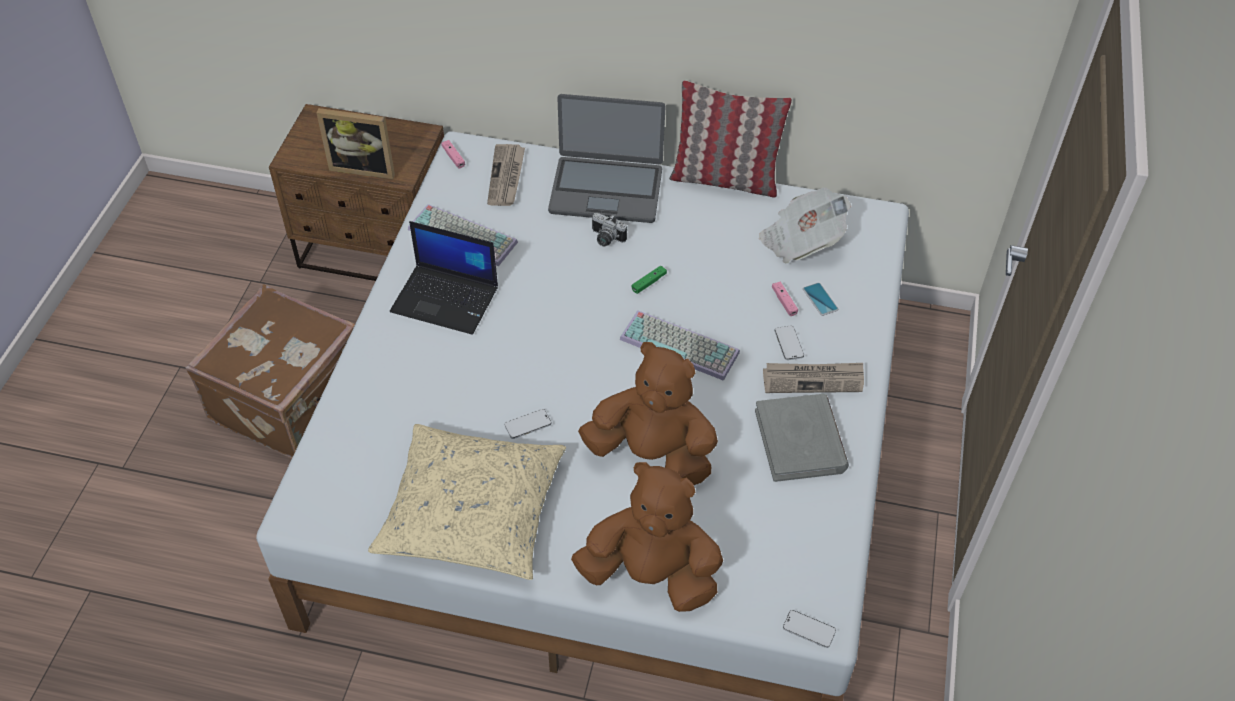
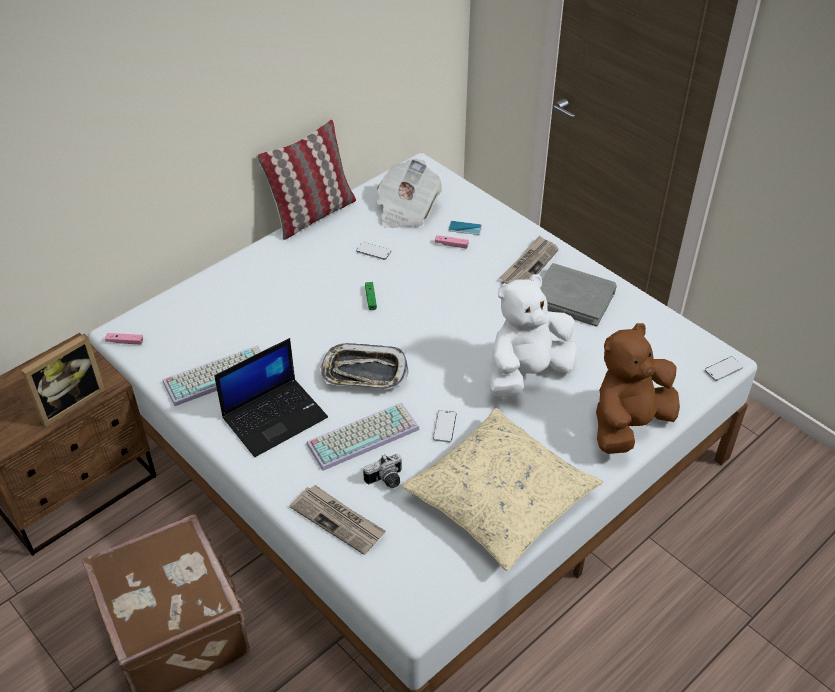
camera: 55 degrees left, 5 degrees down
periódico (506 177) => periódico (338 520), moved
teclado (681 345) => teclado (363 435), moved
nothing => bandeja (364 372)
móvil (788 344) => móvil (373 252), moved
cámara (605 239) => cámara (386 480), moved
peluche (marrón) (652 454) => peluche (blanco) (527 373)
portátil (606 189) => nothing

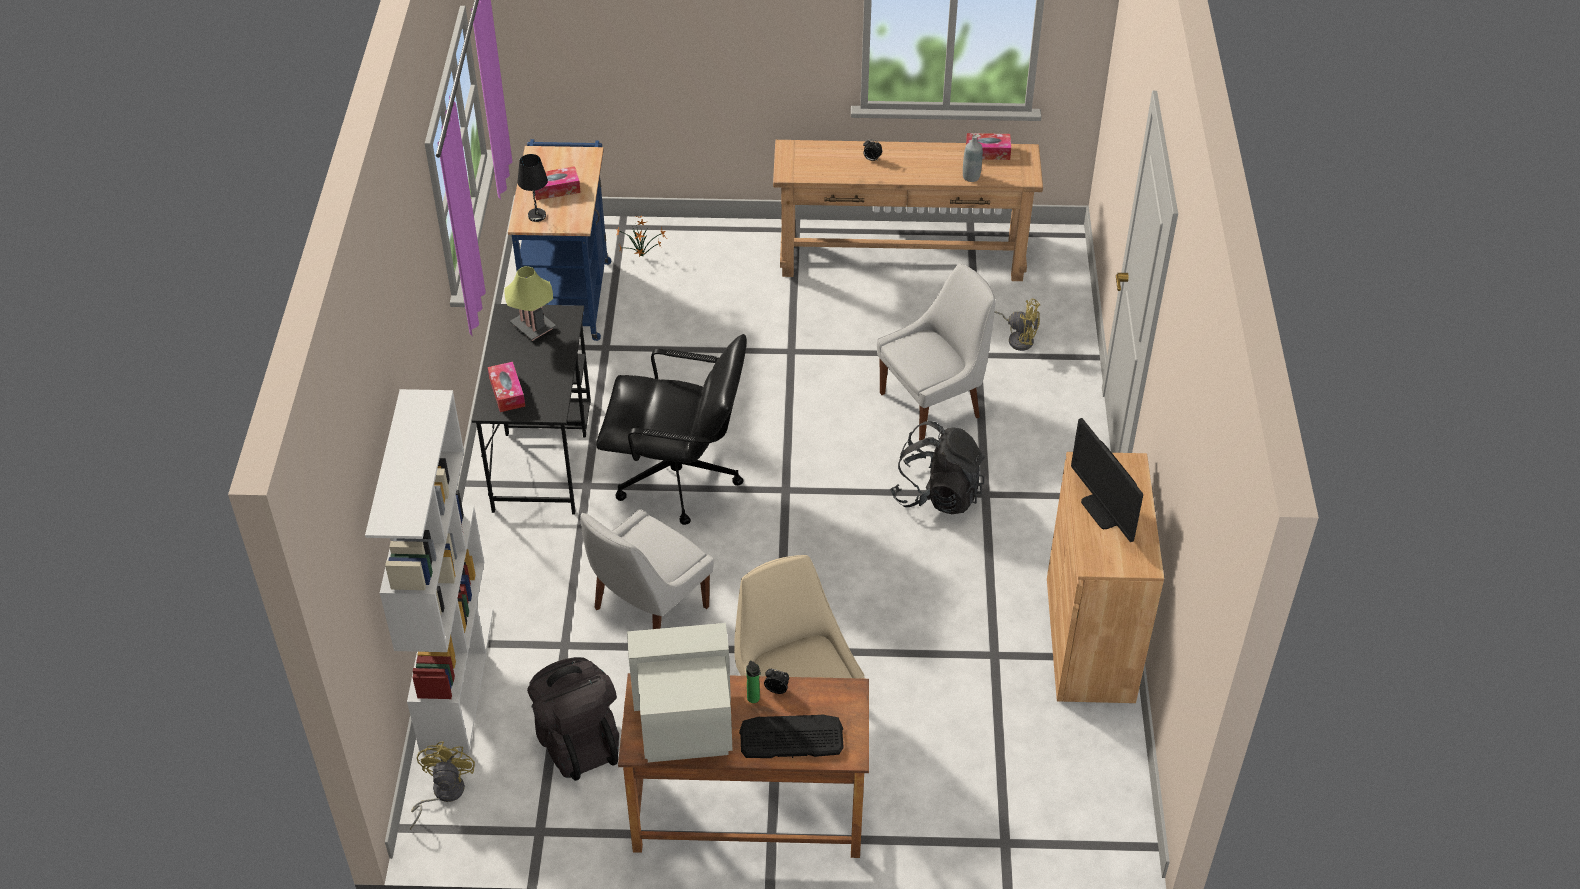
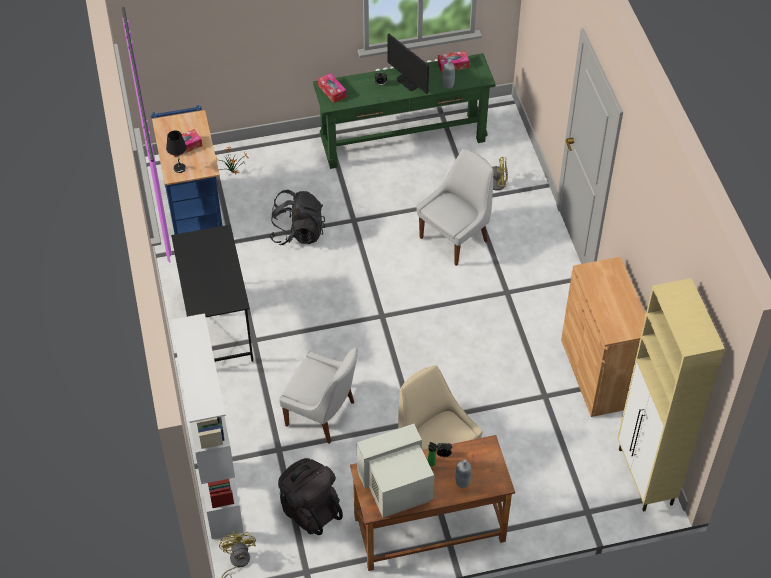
camera: 15 degrees left, 5 degrees up
mochila (negro) (937 494) => mochila (negro) (297 232), moved
silla (blanco) (648 610) => silla (blanco) (323 415), 90 degrees counterclockwise
mesa consola (marrón) (902 258) => mesa consola (verde) (403 141)
caja de pañuelos (507 392) => caja de pañuelos (332 91), moved
monitor (1103 510) => monitor (409 81), moved
teclado (791 737) => botella (gris) (462 482)
nothing => armario (beis) (645 478)
lámpara de mesa (533 327) => nothing
silla de oficina (negro) (679 479) => nothing

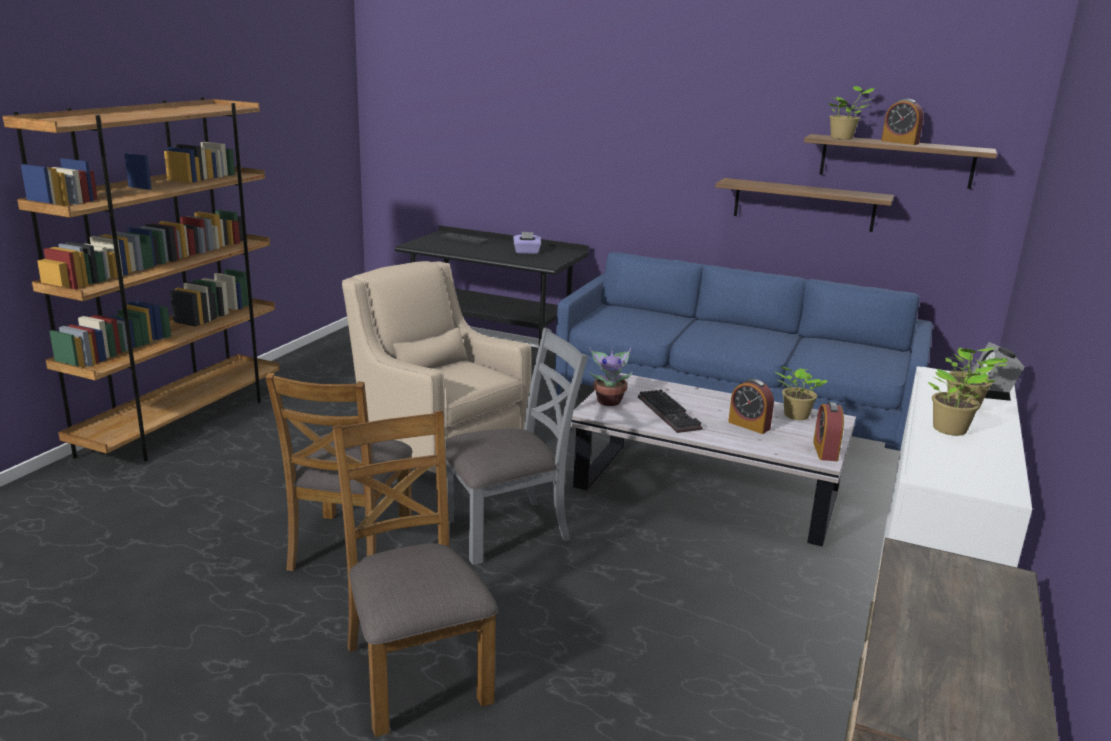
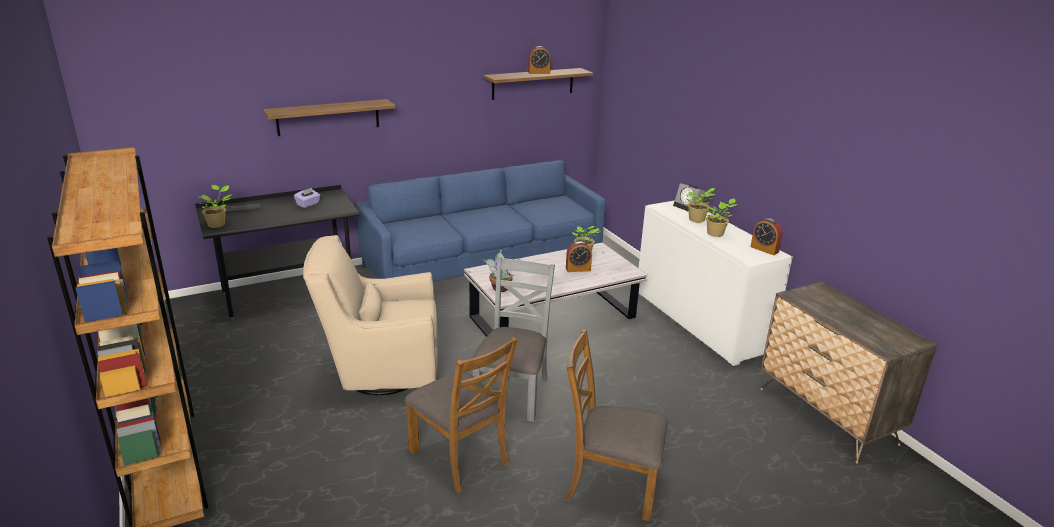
camera: 50 degrees left, 5 degrees up
planta en maceta (843 138) => planta en maceta (217 224), moved
estante (804 204) => estante (328 117), moved
despertador (825 451) => despertador (764 249), moved
teclado (671 413) => nothing

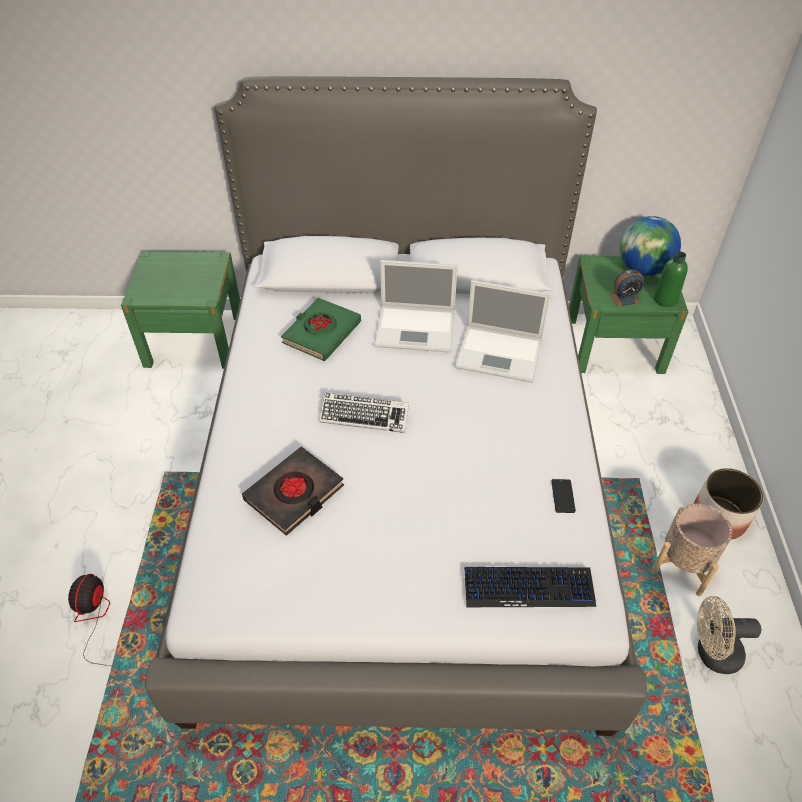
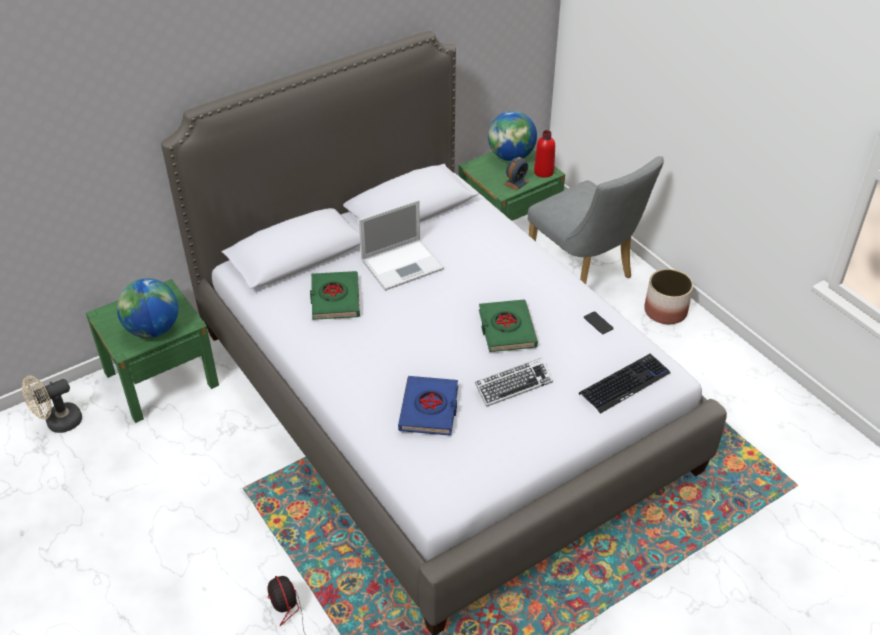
camera: 35 degrees left, 5 degrees down
ventilador (beis) (711 653) => ventilador (beis) (58 423), moved
nothing => globo terráqueo (153 329)
libro (negro) (294 494) => libro (azul) (429 409)
teclado (364 416) => teclado (513 385), moved
nothing => libro (verde) (506 329)
nothing => silla (gris) (584 274)
botella (verde) (665 299) => botella (rojo) (543 172)
portátil (501 354) => nothing
maceta (beis) (682 565) => nothing

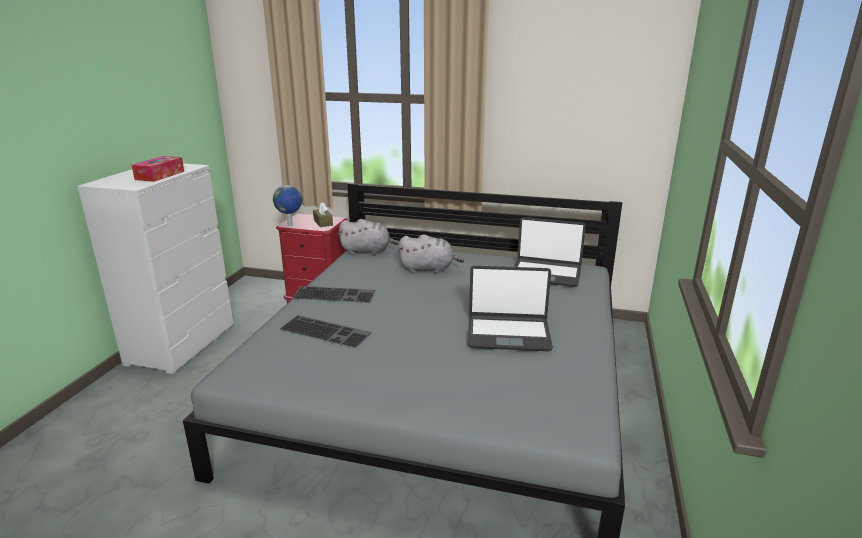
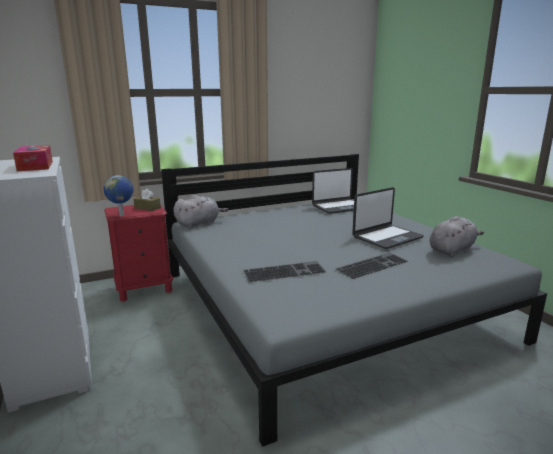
camera: 40 degrees left, 5 degrees down
teclado (335 294) => teclado (372 265), moved
peluche (gris) (428 269) => peluche (gris) (452 250), moved

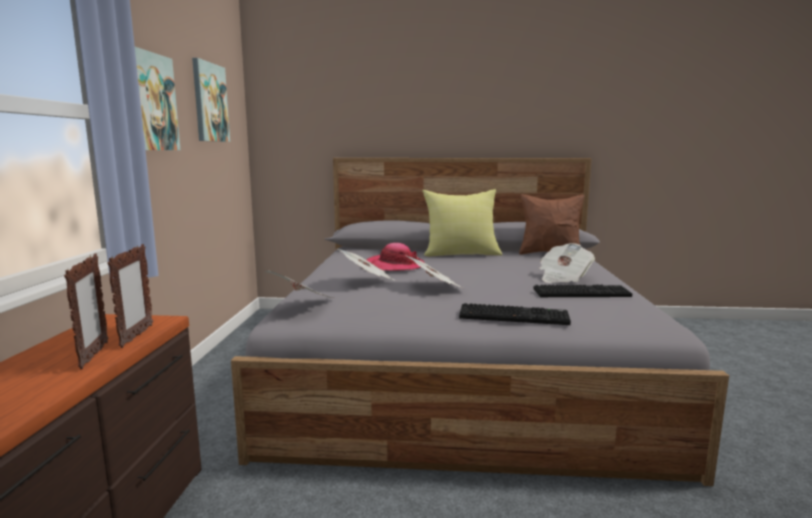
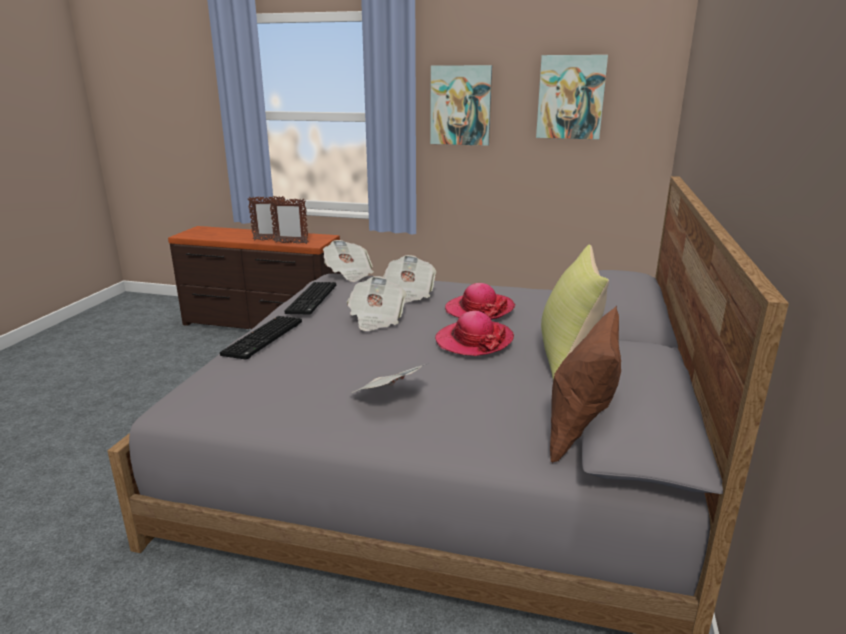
camera: 100 degrees right, 10 degrees up
teclado (582 292) => teclado (313 299), moved
nothing => sombrero (473 341)

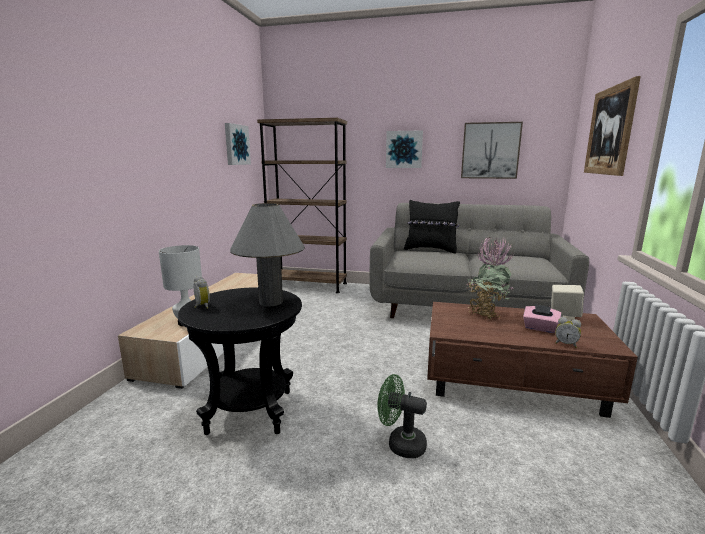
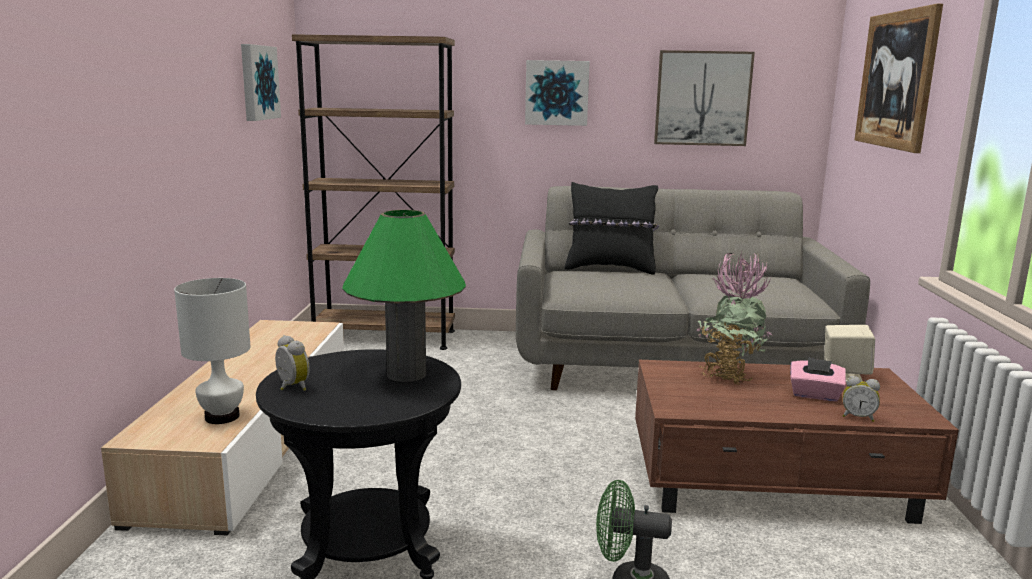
camera: 10 degrees left, 0 degrees up
lámpara de mesa (gris) (271 302) => lámpara de mesa (verde) (406 374)

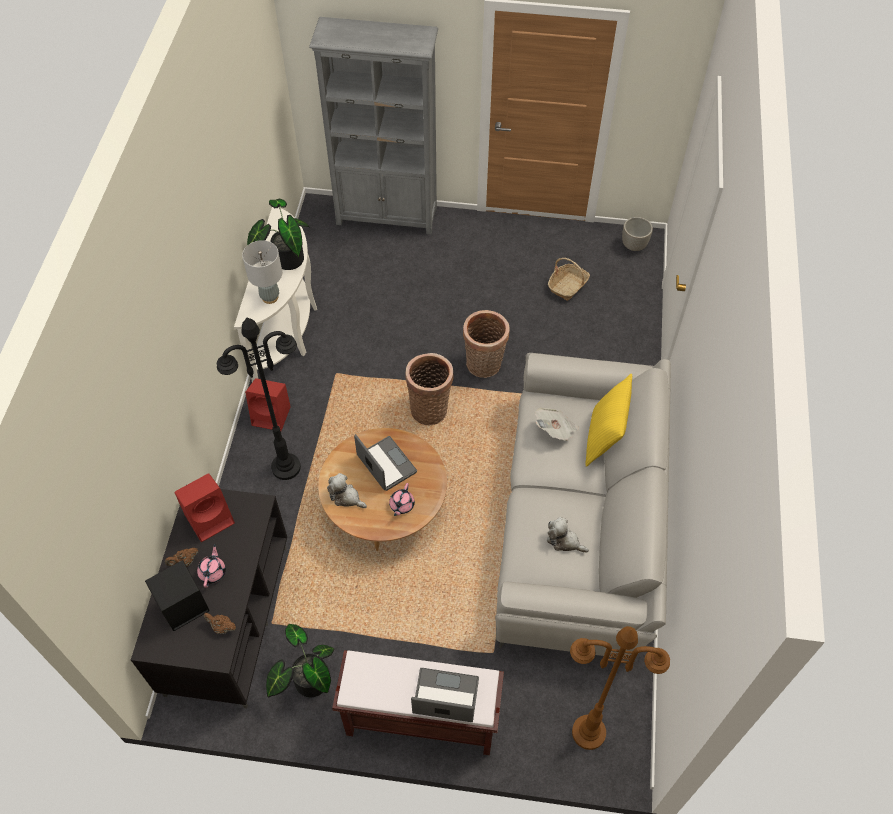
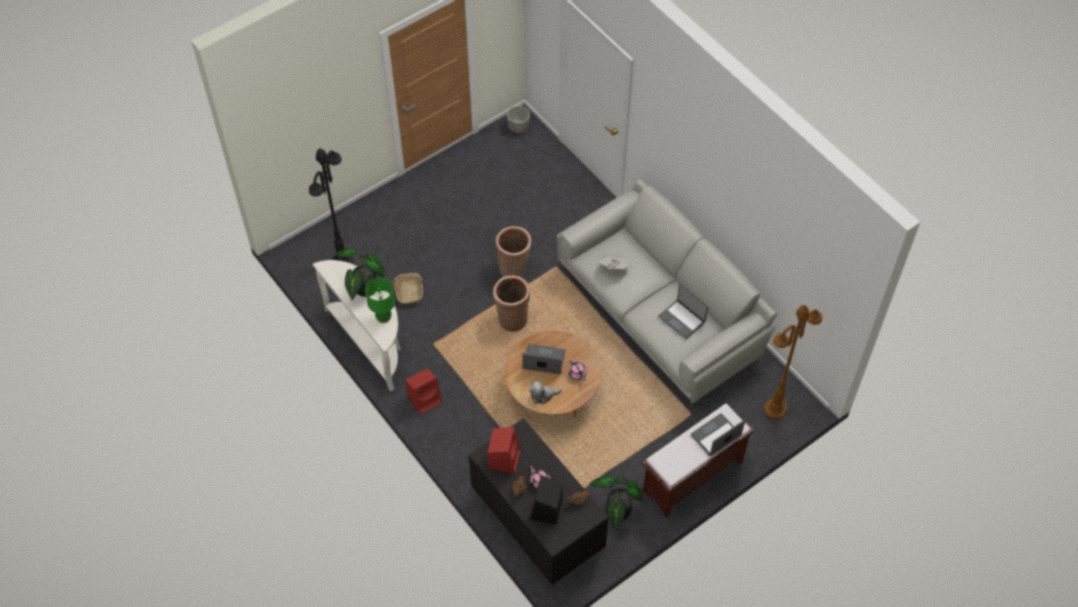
camera: 45 degrees left, 0 degrees up
lámpara de pie (negro) (286 467) => lámpara de pie (negro) (342 262), moved
lámpara de mesa (gris) (270 297) => lámpara de mesa (verde) (384 318)
cesta (568 286) => cesta (409 292), moved
peluche (564 541) => portátil (682 319)
estantería (gris) (387 216) => nothing
cojín (amarillo) (604 438) => nothing

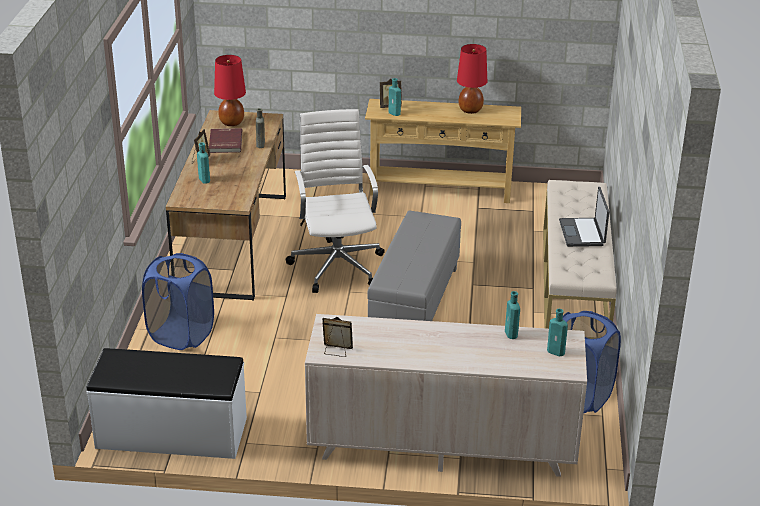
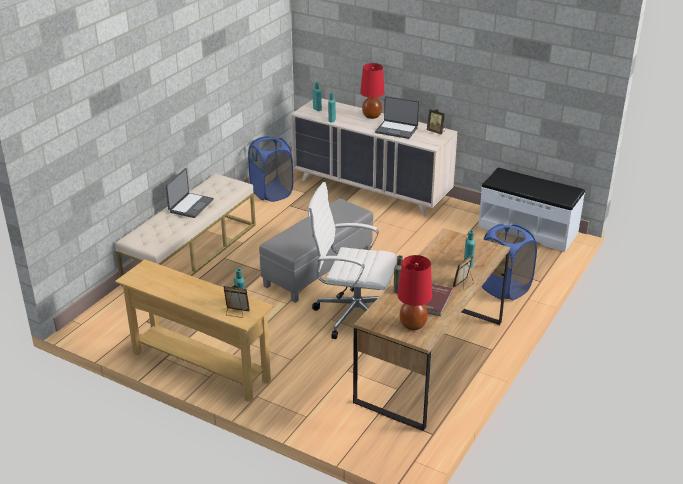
camera: 155 degrees left, 0 degrees up
silla de oficina (blanco) (337 265) => silla de oficina (blanco) (353 314), 90 degrees clockwise
lámpara de mesa (rojo) (470 110) => lámpara de mesa (rojo) (372 116), moved
nothing => portátil (397 130)

